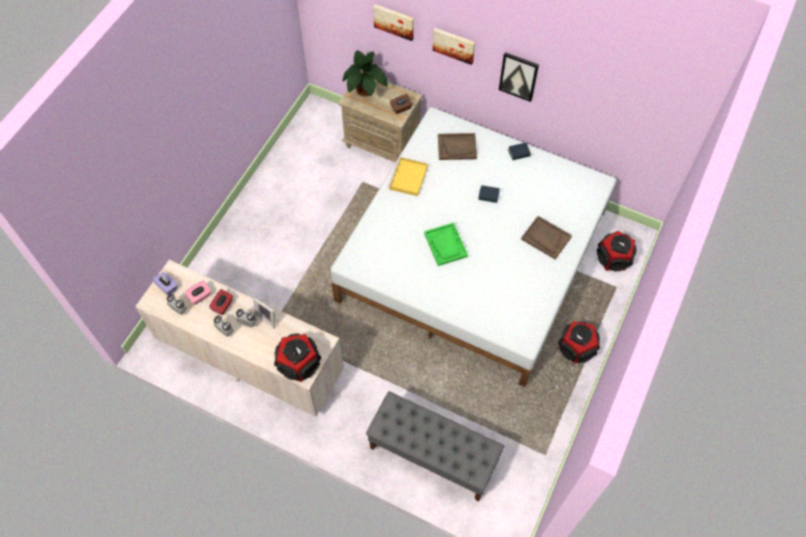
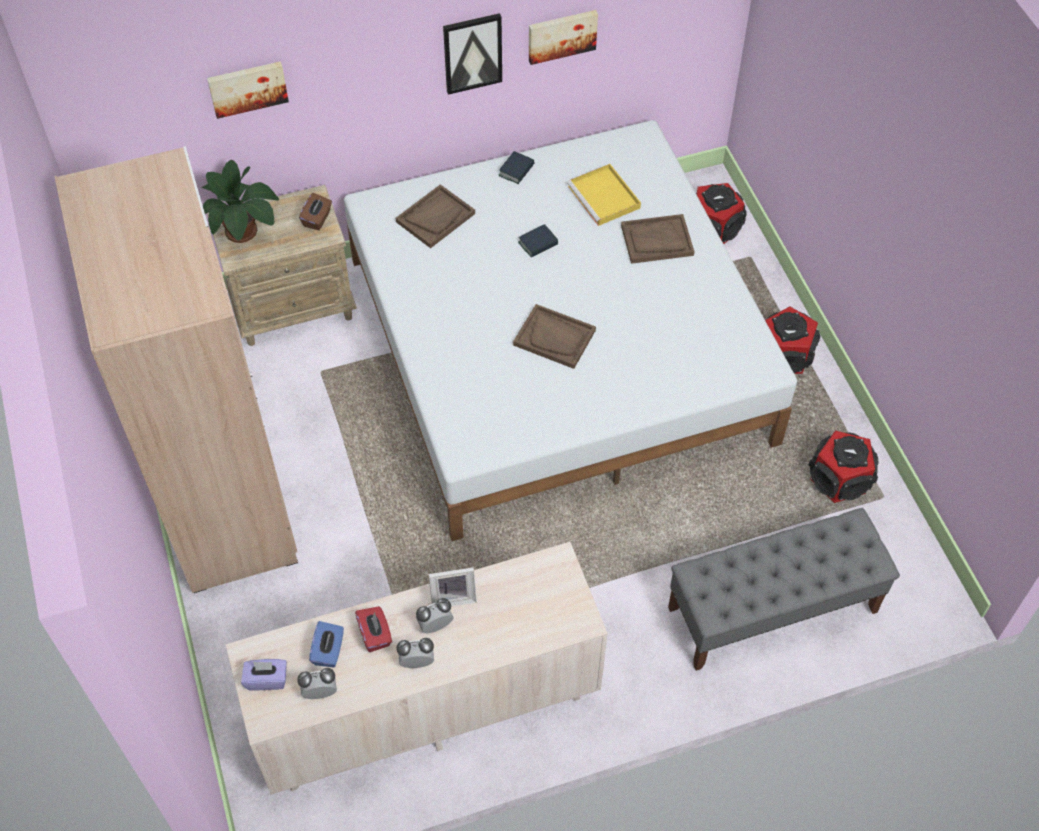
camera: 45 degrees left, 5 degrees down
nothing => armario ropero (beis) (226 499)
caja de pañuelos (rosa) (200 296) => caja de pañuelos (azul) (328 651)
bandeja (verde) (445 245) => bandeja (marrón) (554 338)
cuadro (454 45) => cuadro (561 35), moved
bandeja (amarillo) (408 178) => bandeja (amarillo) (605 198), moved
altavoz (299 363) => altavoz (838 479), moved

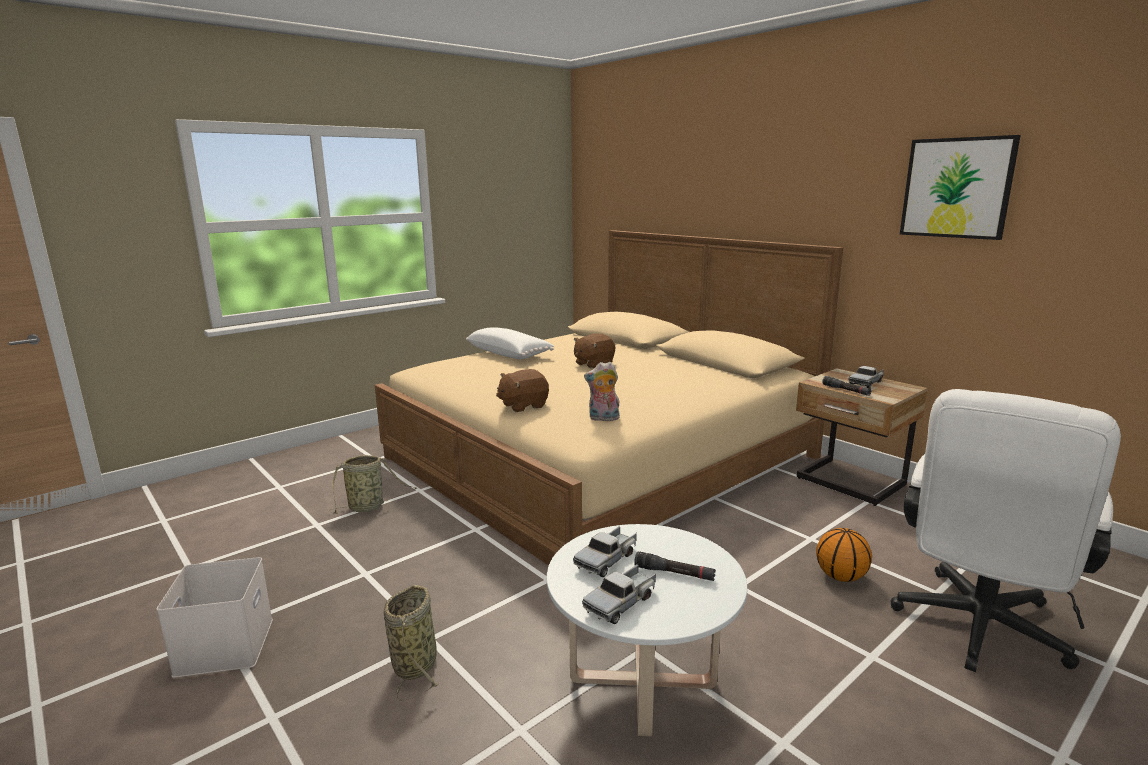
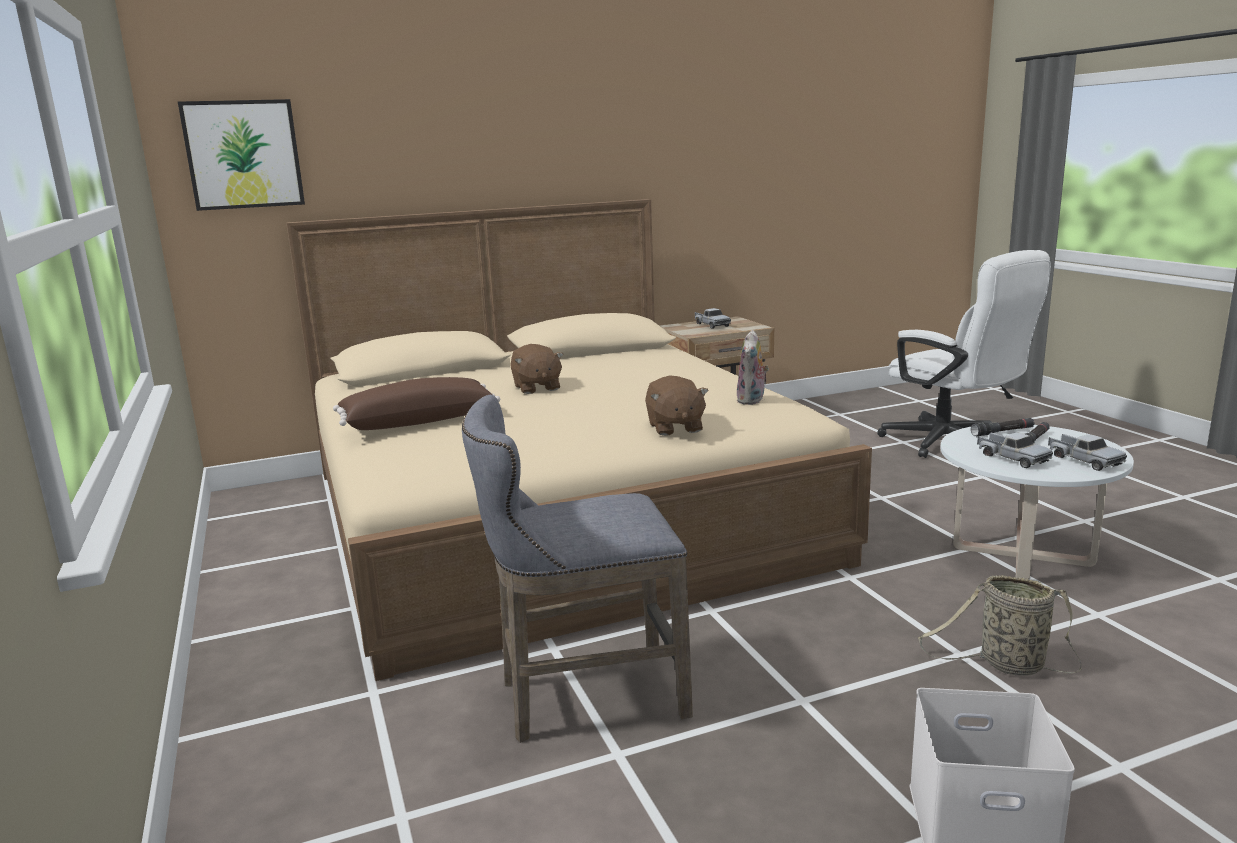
camera: 70 degrees left, 0 degrees up
cuadro (957 188) => cuadro (243 154), moved
cojín (blanco) (509 354) => cojín (marrón) (418 421)
cesta (369 507) => taburete (gris) (582 698)
linterna (negro) (846 390) => linterna (negro) (1002 432), moved
balón de baloncesto (841 577) => nothing

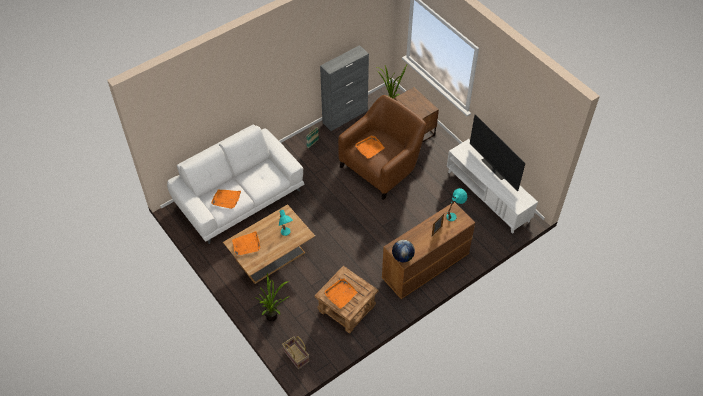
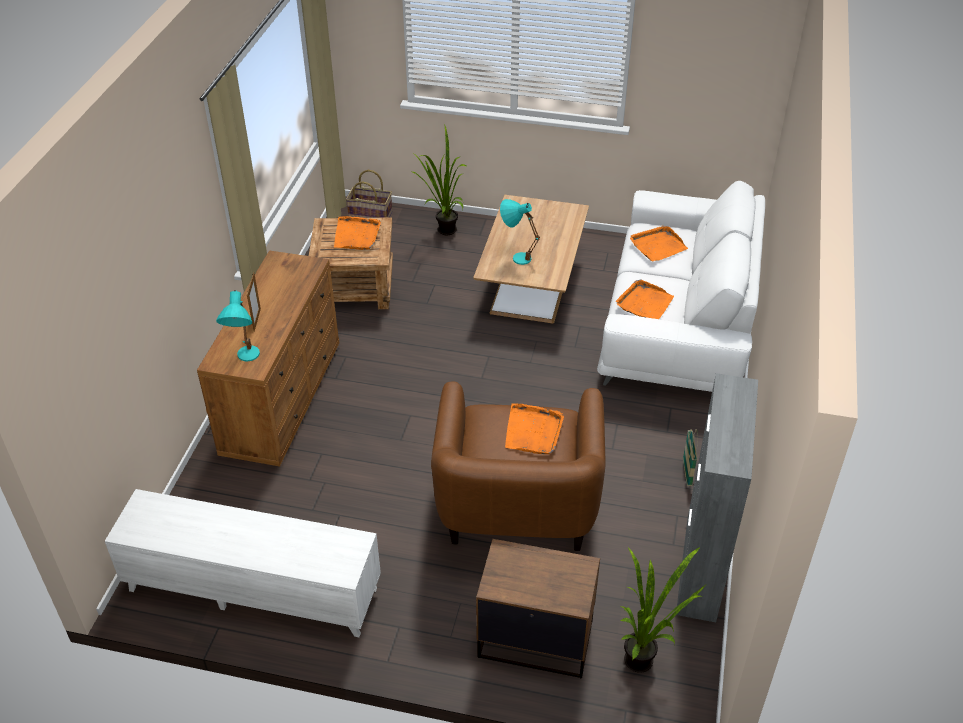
camera: 140 degrees right, 10 degrees down
bandeja (naranja) (246 245) => bandeja (naranja) (645 303), moved
globo terráqueo (402 257) => nothing
televisor (493 168) => nothing

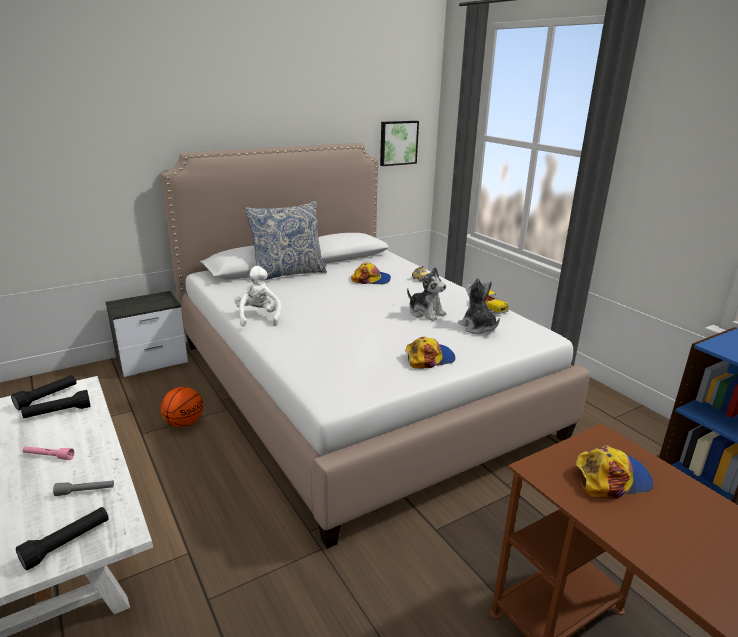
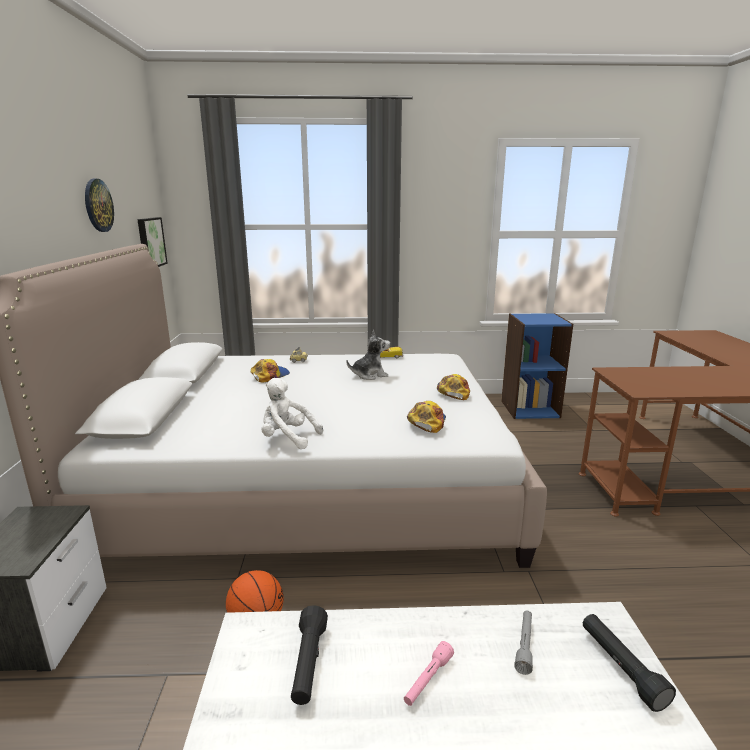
camera: 60 degrees left, 5 degrees down
nothing => reloj de pared (98 205)
gorra (611 478) => gorra (426 421), moved
linterna (negro) (47 397) => nothing
cojín (288 273) => nothing
peluche (478 327) => nothing

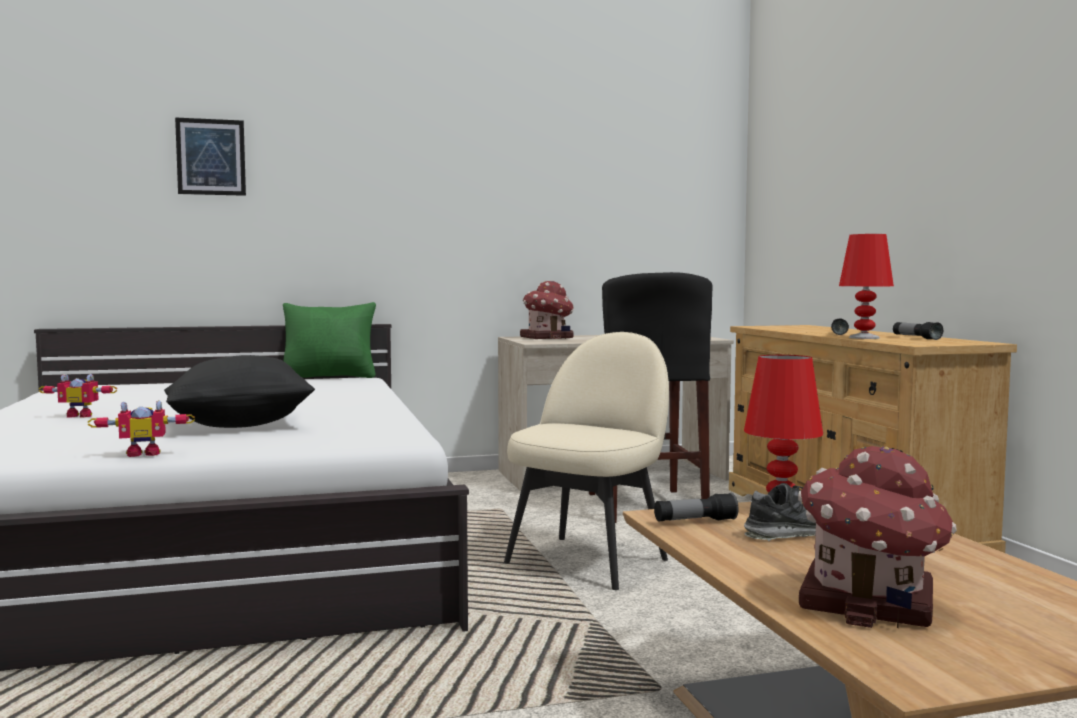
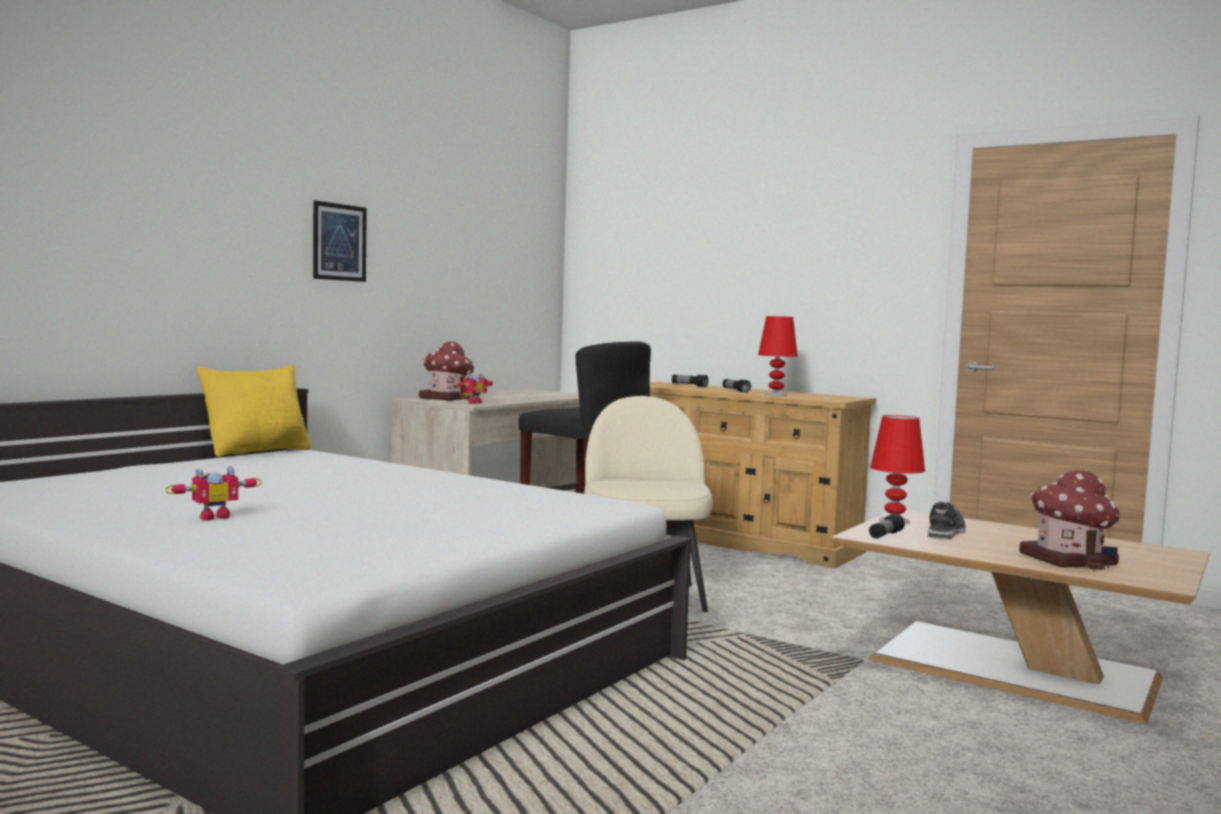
camera: 40 degrees left, 0 degrees up
cojín (verde) (330 377) => cojín (amarillo) (258 452)
cuadro (211 157) => cuadro (339 242), moved
robot de juguete (144 453) => robot de juguete (472 402), moved
linterna (916 338) => linterna (689 385), moved
cojín (negro) (240 425) => nothing

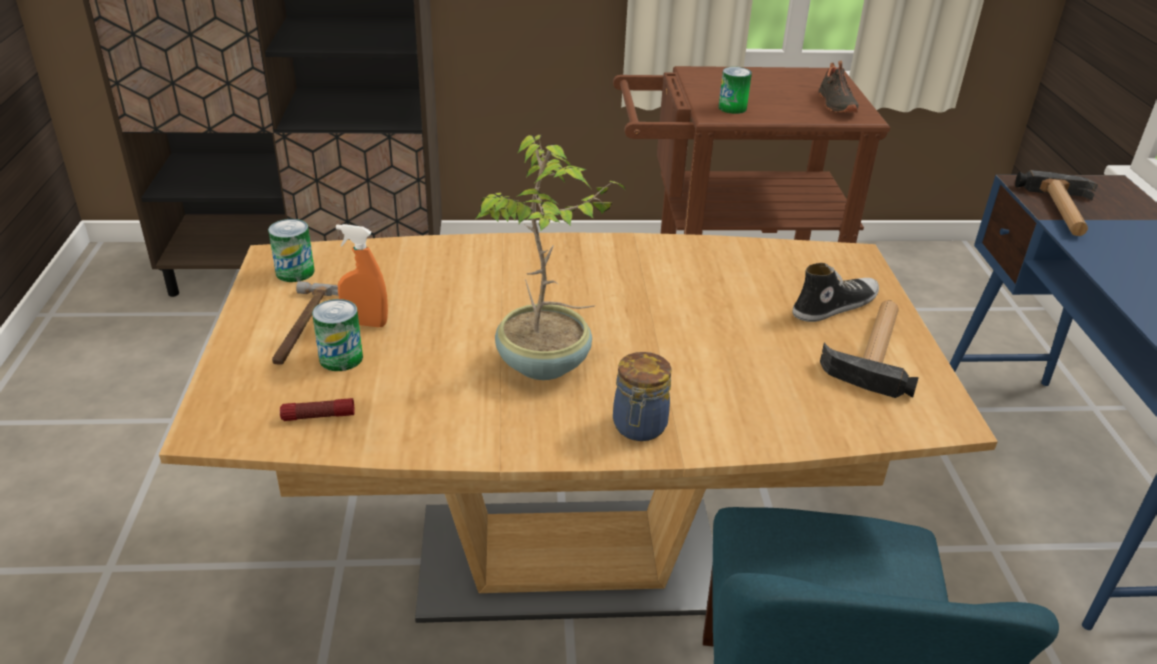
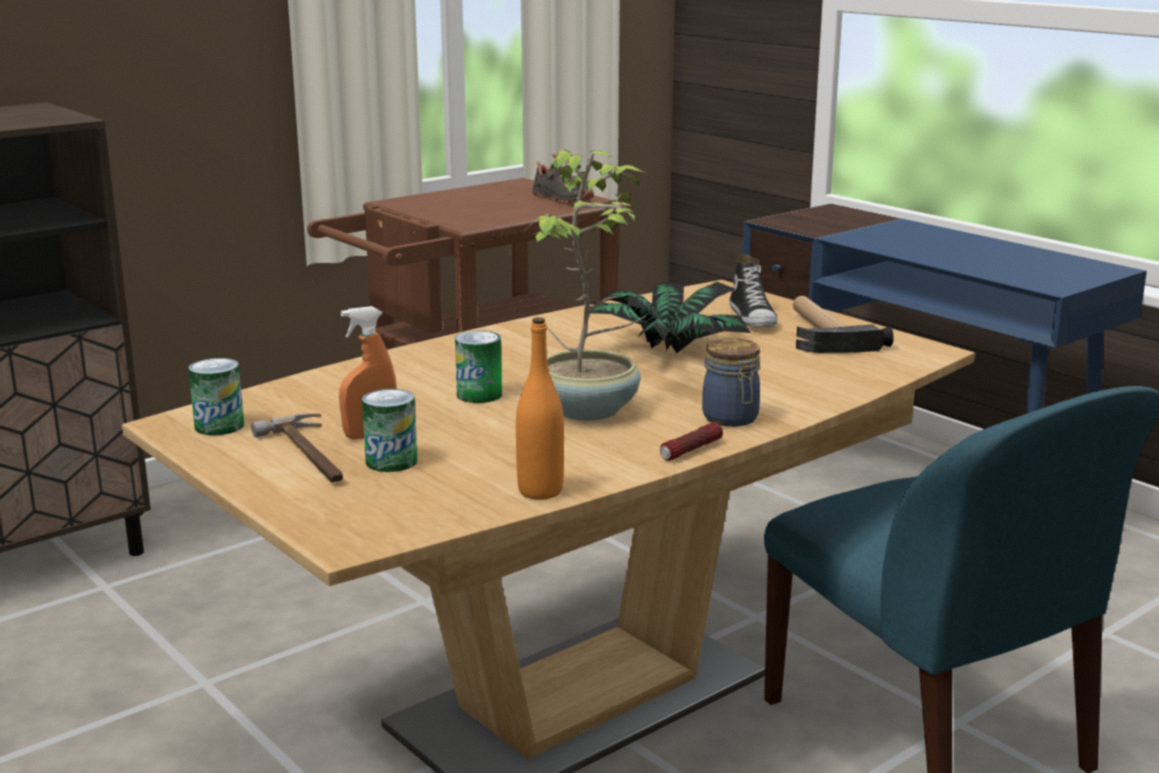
camera: 35 degrees left, 15 degrees down
lata (732 108) => lata (479 395), moved
nothing => botella (naranja) (540 491)
nothing => planta en maceta (666 350)
linterna (318 416) => linterna (691 450), moved
zapato (834 306) => zapato (753 318), 150 degrees clockwise
martillo (1063 211) => nothing

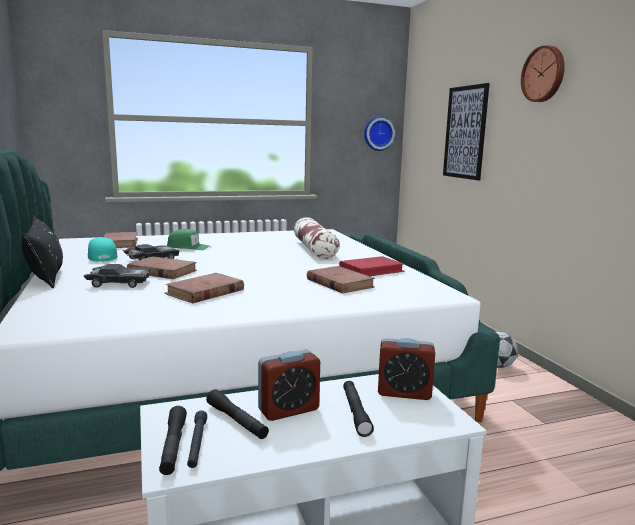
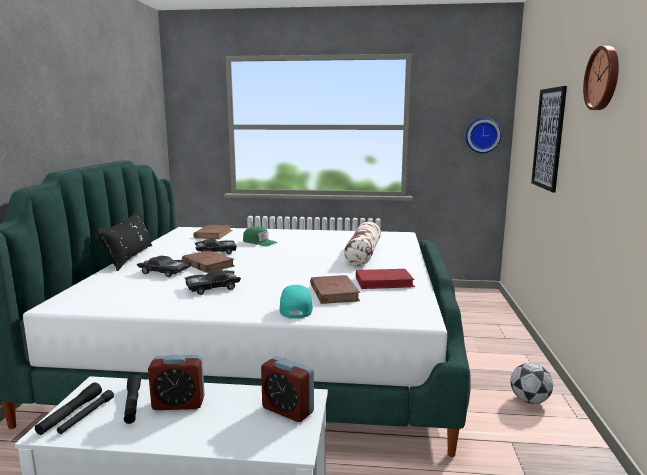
camera: 25 degrees right, 0 degrees up
libro (marrón) (205 292) => coche de juguete (negro) (212 288)
gorra (turquesa) (102 257) => gorra (turquesa) (295 308), moved
linterna (negro) (355 413) => nothing

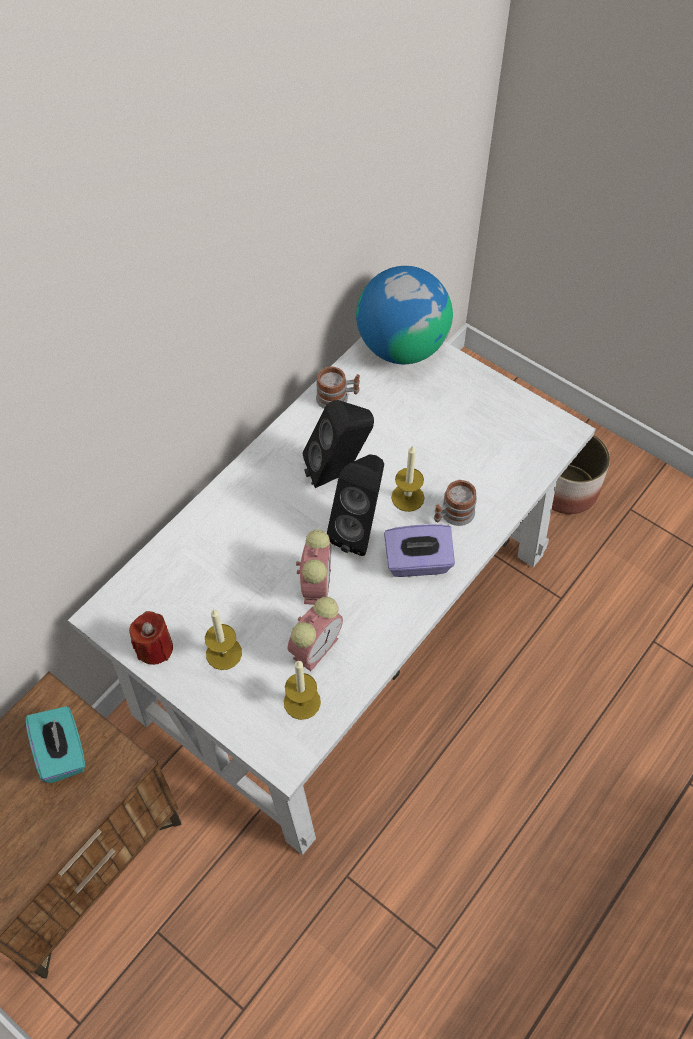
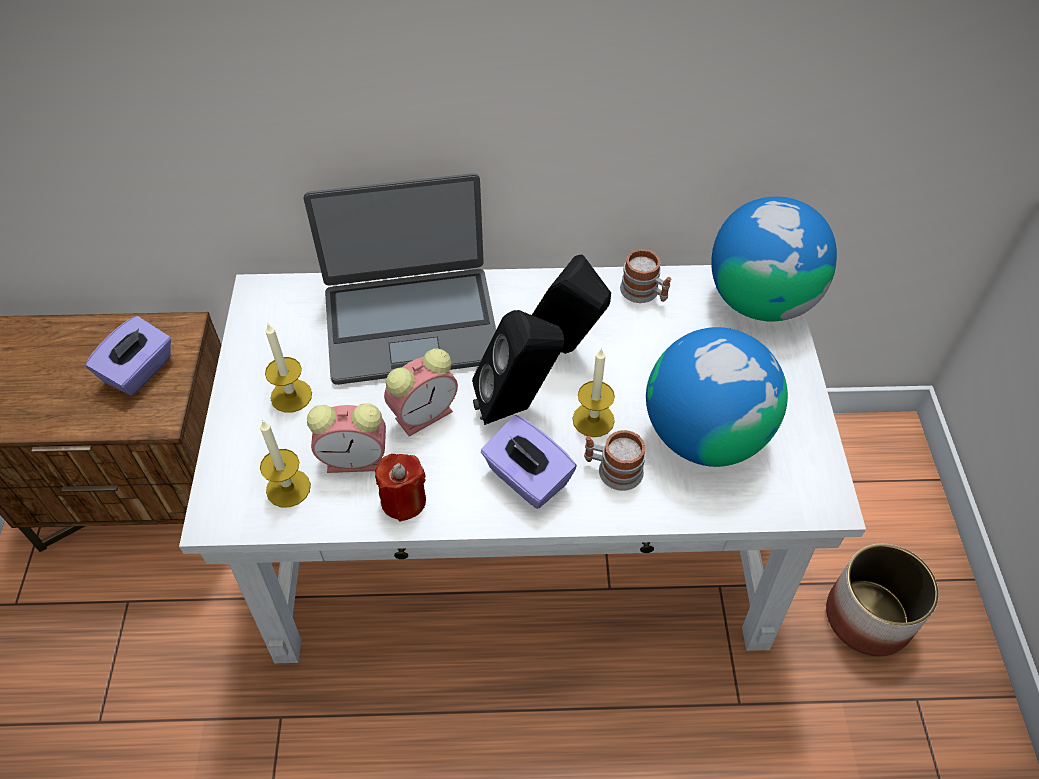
camera: 50 degrees right, 5 degrees down
caja de pañuelos (turquesa) (62 752) => caja de pañuelos (morado) (140 371)
nothing => portátil (411 324)
vela (rojo) (155 648) => vela (rojo) (403 500), moved
nothing => globo terráqueo (704 435)

